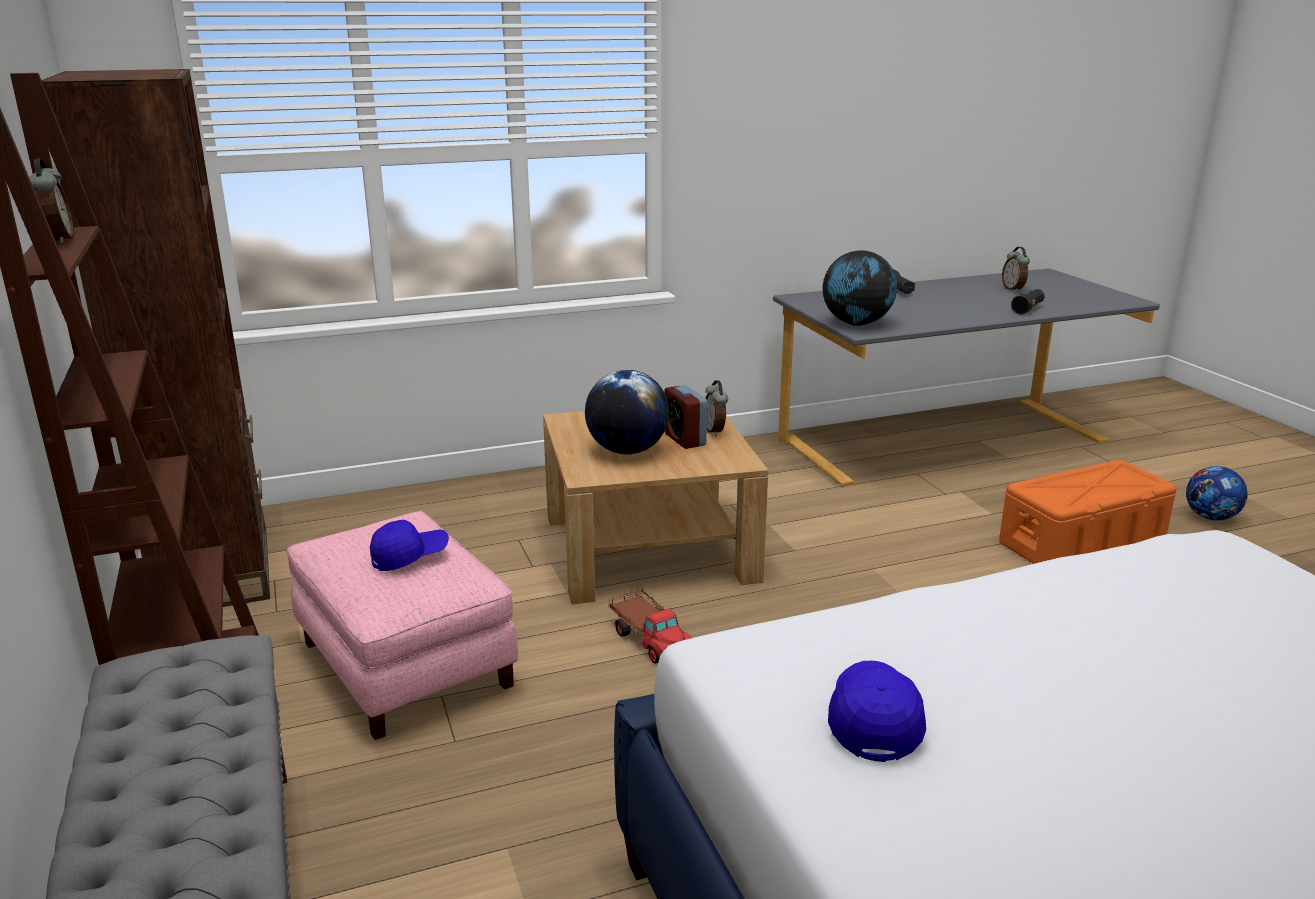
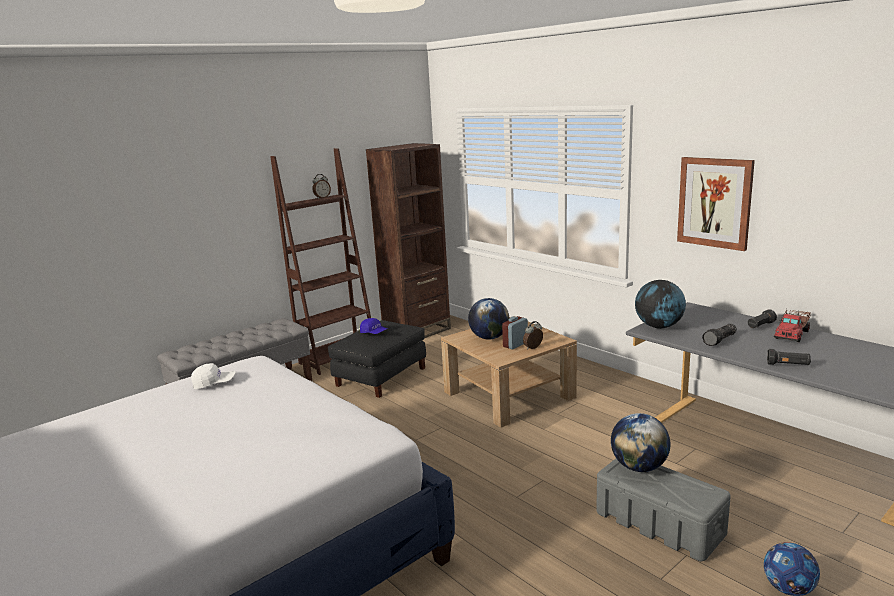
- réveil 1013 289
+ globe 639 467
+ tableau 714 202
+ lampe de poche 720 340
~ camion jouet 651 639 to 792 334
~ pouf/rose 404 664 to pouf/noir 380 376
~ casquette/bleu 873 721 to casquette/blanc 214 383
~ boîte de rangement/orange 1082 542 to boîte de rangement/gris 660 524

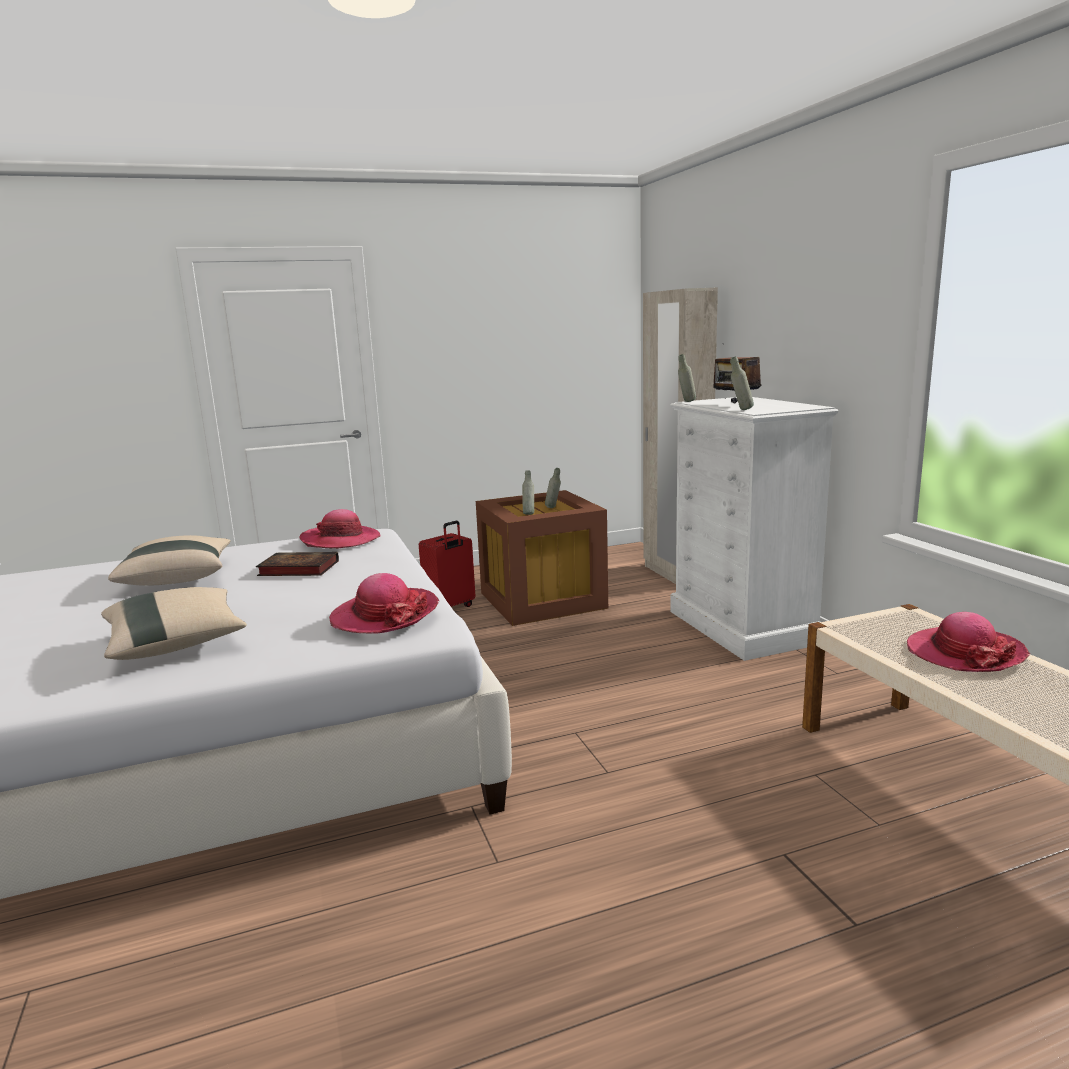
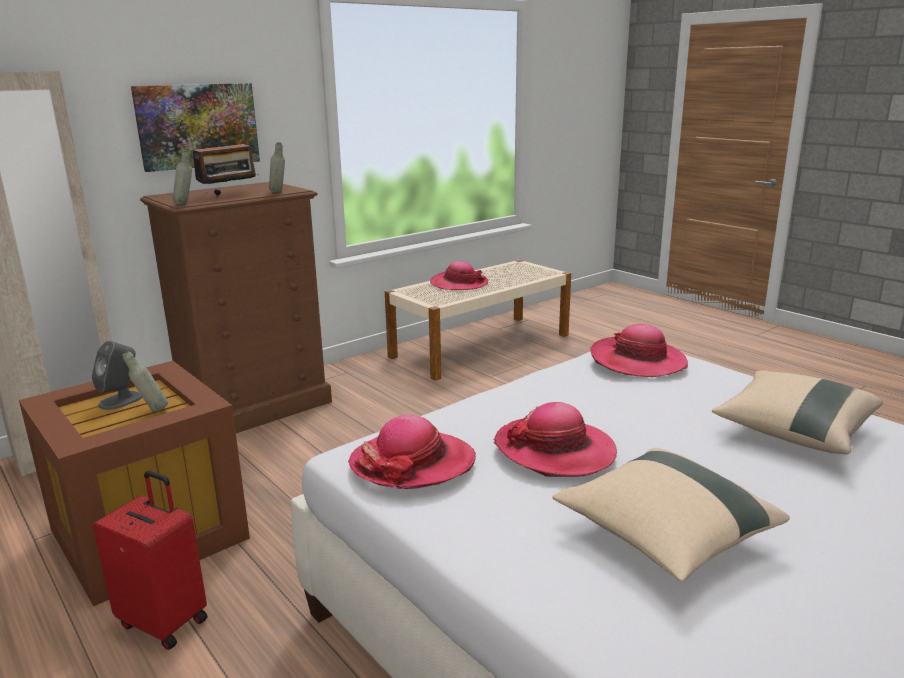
+ tableau 198 126
~ livre 296 569 to chapeau 555 450
~ bouteille/gris 553 508 to enceinte/gris 121 400
~ commode/blanc 742 627 to commode/marron 256 406

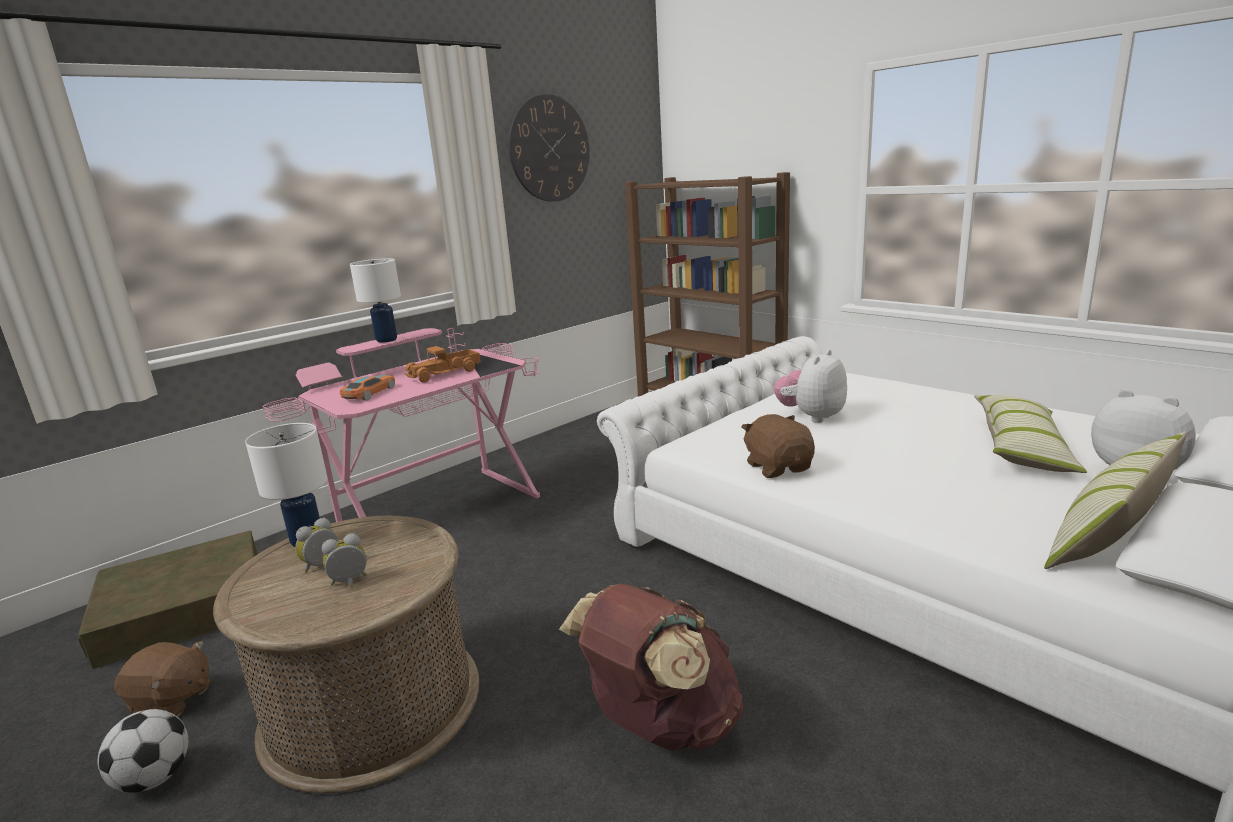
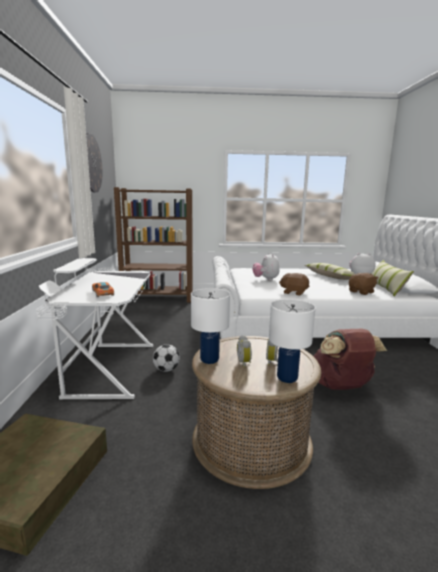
- camion jouet 445 373
~ ballon de foot 154 778 to 166 370
~ peluche/marron 172 701 to 361 292
~ lampe de table/blanc 388 340 to 287 378
~ bureau/rose 438 510 to bureau/blanc 109 368

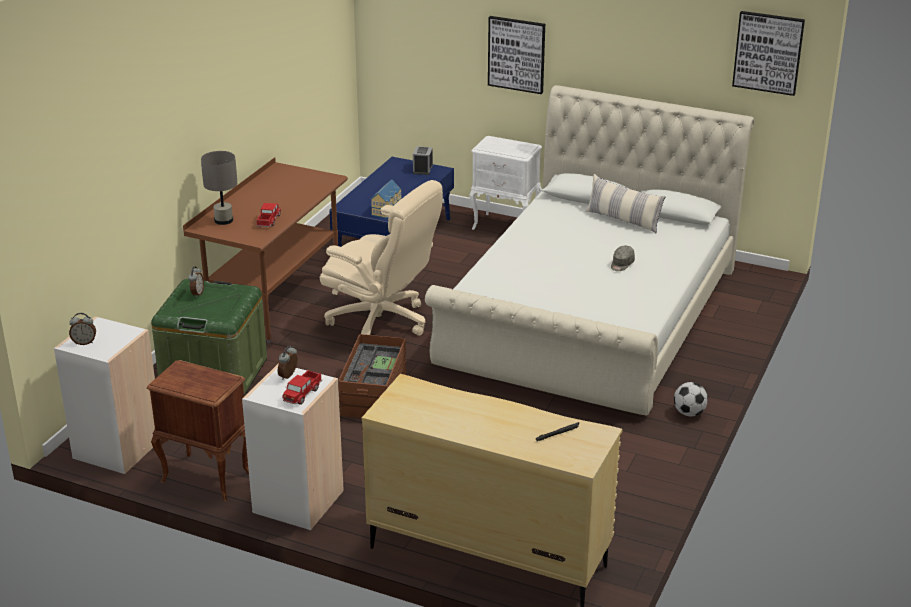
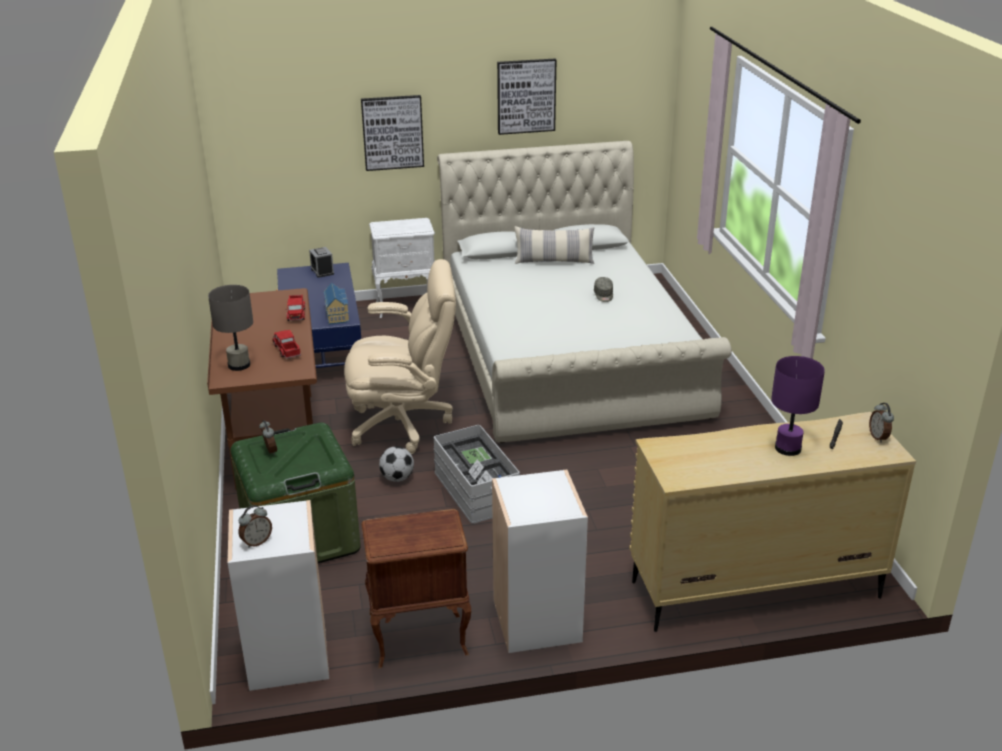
+ lampe de table/violet 788 448
~ réveil 289 376 to 878 437
~ camion jouet 302 394 to 296 313
~ ballon de foot 688 413 to 397 478
~ tableau 768 52 to 526 96
~ boîte de rangement/marron 374 393 to boîte de rangement/gris 477 490

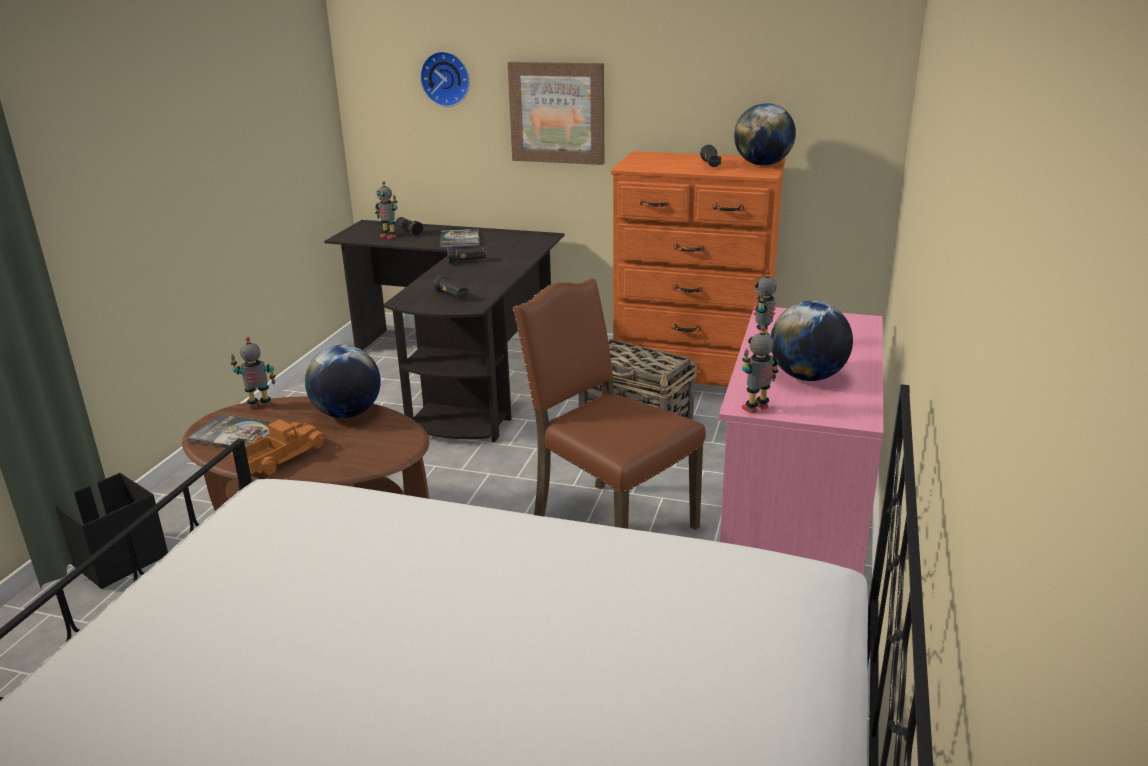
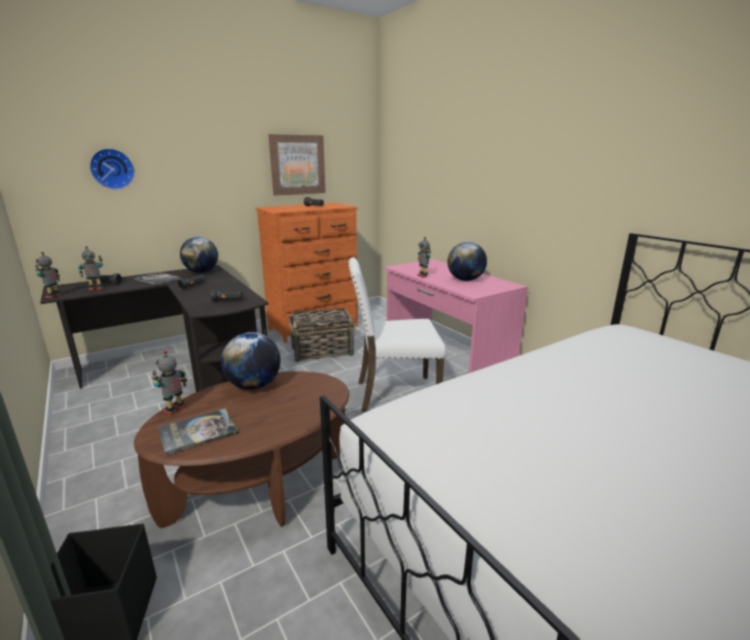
- camion jouet 280 457
~ tableau 557 112 to 297 165
~ globe 762 164 to 201 272
~ robot jouet 756 409 to 54 296
~ chaise/marron 609 525 to chaise/blanc 394 394

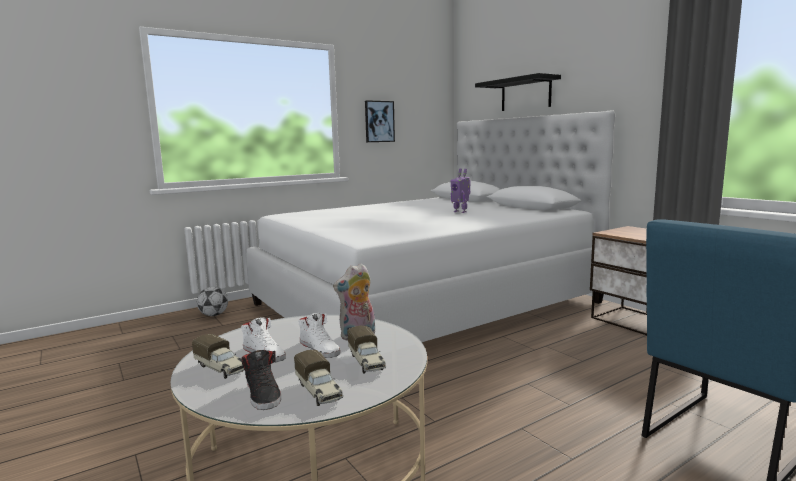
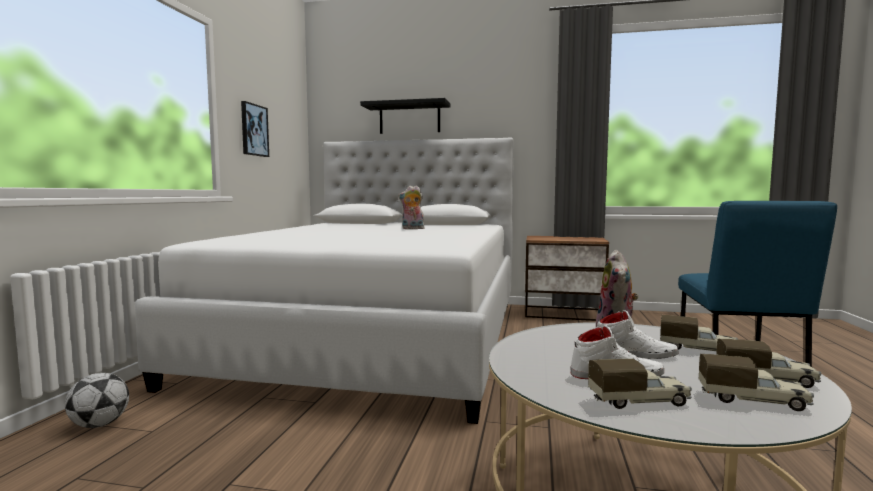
~ chaussure/noir 263 394 to camion jouet 753 400
~ robot jouet 460 212 to peluche 412 229

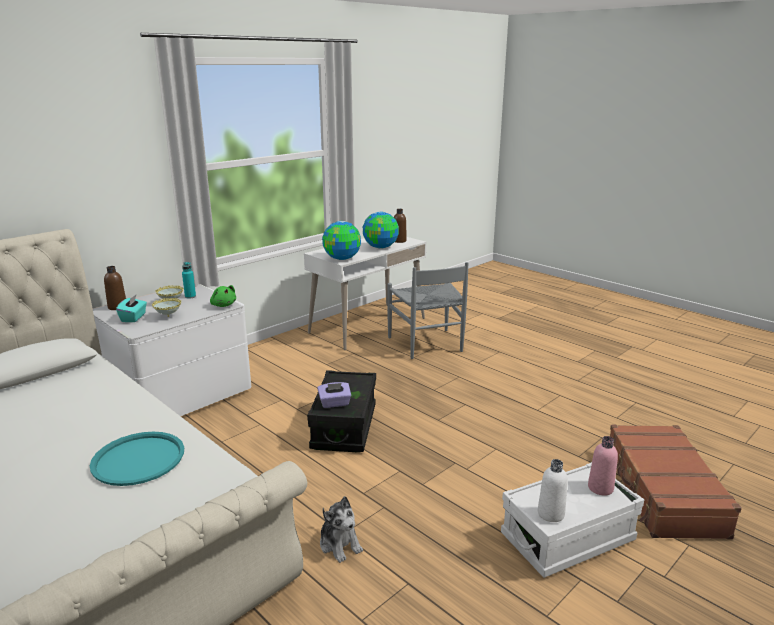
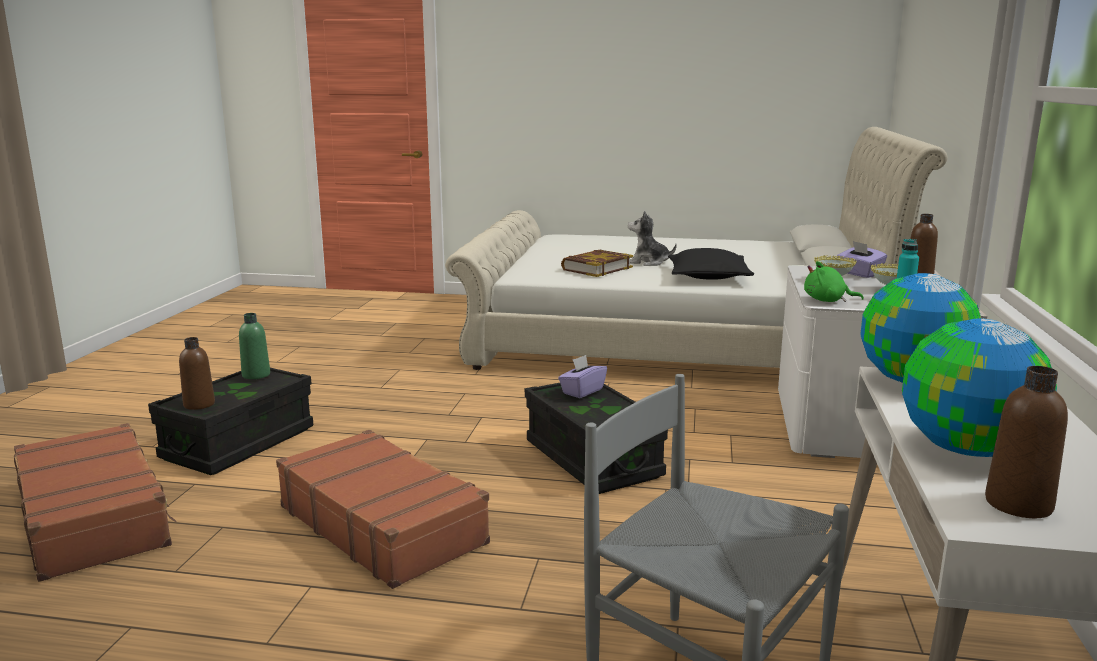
+ valise/marron 382 524
+ coussin/noir 708 277
~ peluche 340 544 to 648 262
~ plateau/turquoise 138 459 to livre 596 268
~ boîte à mouchoirs/turquoise 134 318 to boîte à mouchoirs/violet 859 274
~ boîte de rangement/blanc 567 538 to boîte de rangement/noir 239 443
~ bouteille/blanc 550 514 to bouteille/vert 256 375
~ bouteille/rose 600 488 to bouteille/marron 199 404

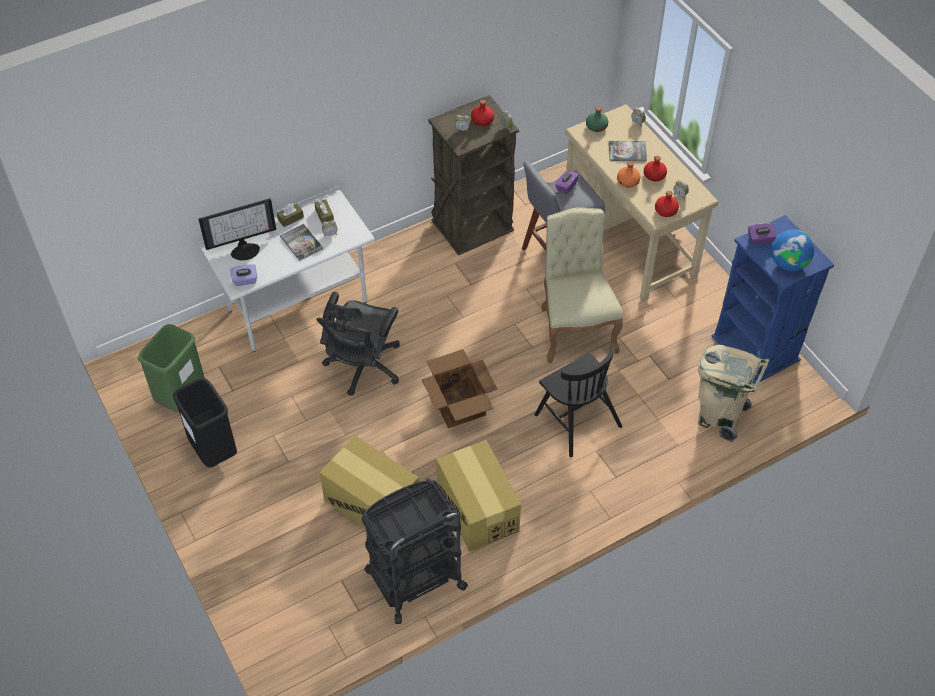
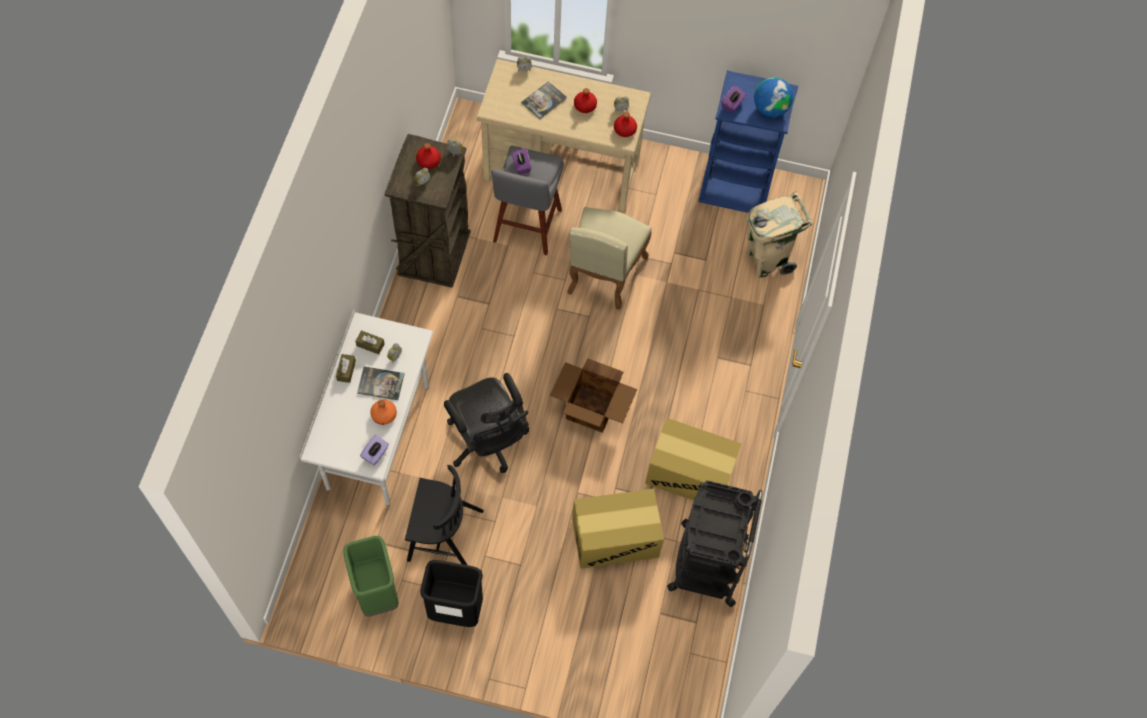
- écran d'ordinateur 245 249
- bouteille/vert 596 126
~ chaise/noir 575 417 to 440 534
~ bouteille/orange 628 181 to 384 414
~ chaise/beige 575 329 = 603 276 105 degrees counterclockwise

